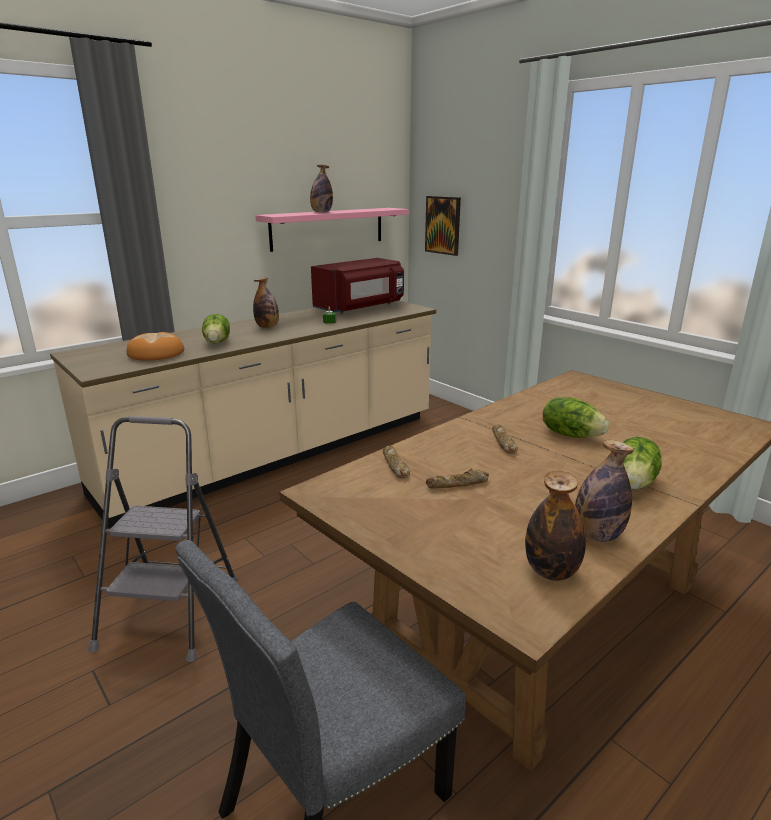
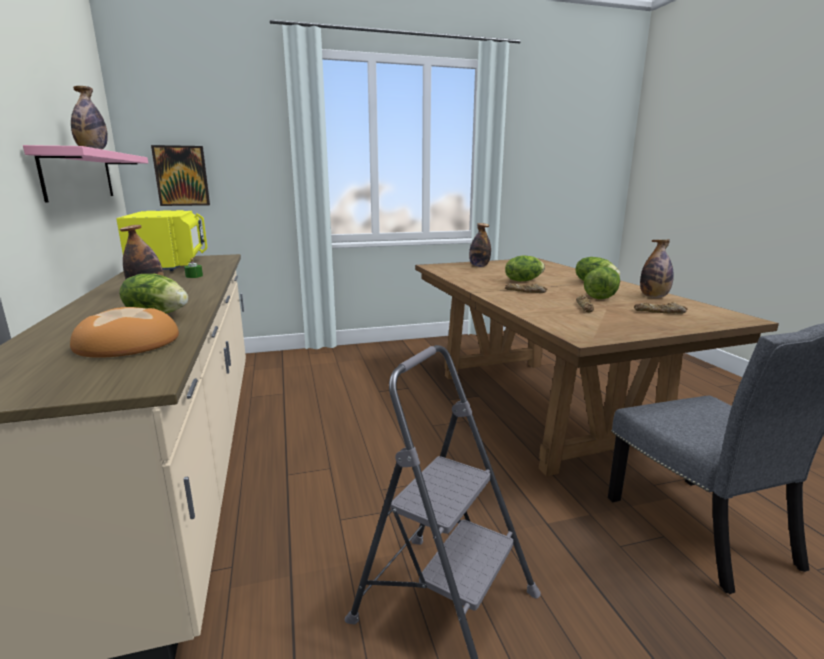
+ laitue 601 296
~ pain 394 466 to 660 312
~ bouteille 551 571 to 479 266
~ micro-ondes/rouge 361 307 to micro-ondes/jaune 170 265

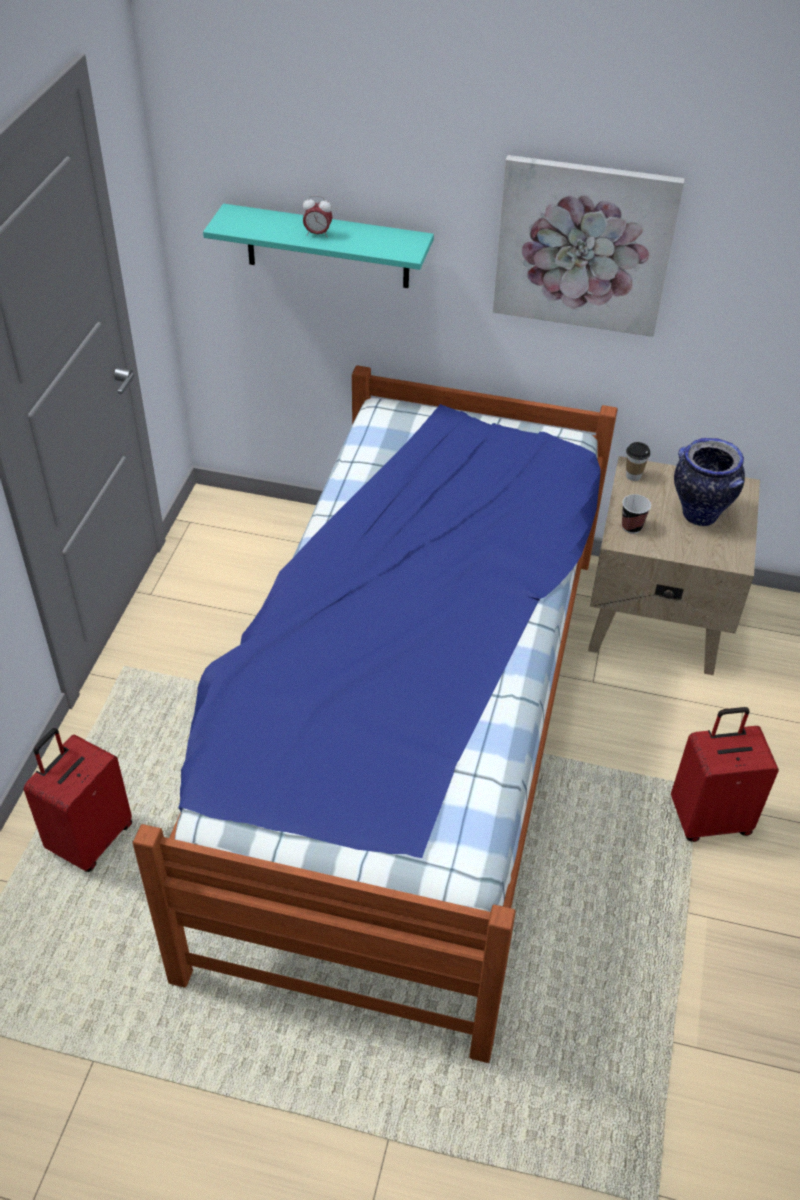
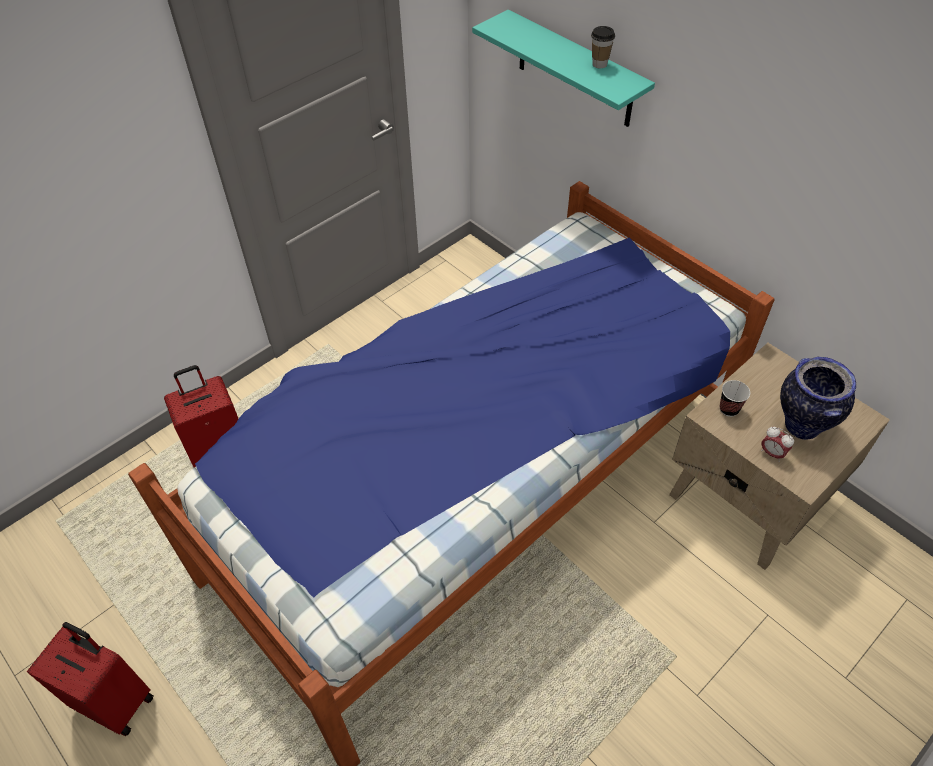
- tableau 584 245
~ réveil 317 234 to 772 453
~ tasse 633 476 to 599 64
~ valise/rouge 709 818 to 116 700

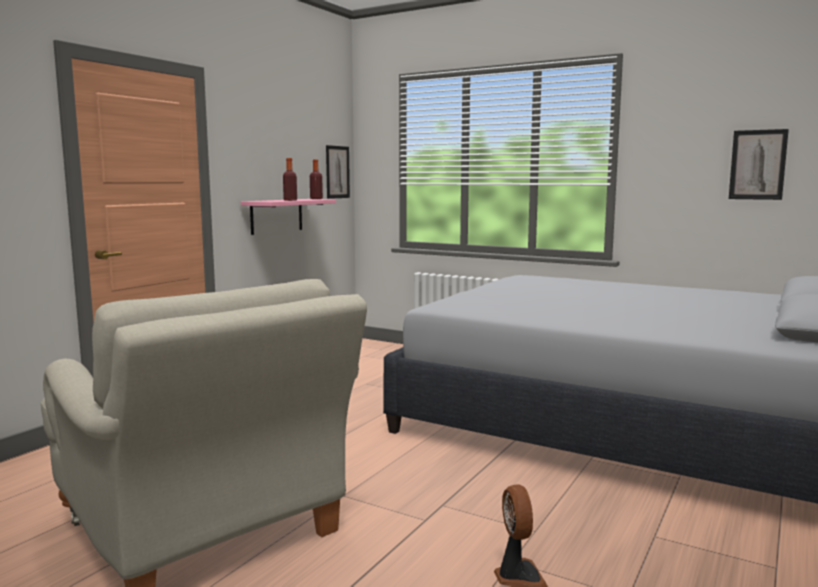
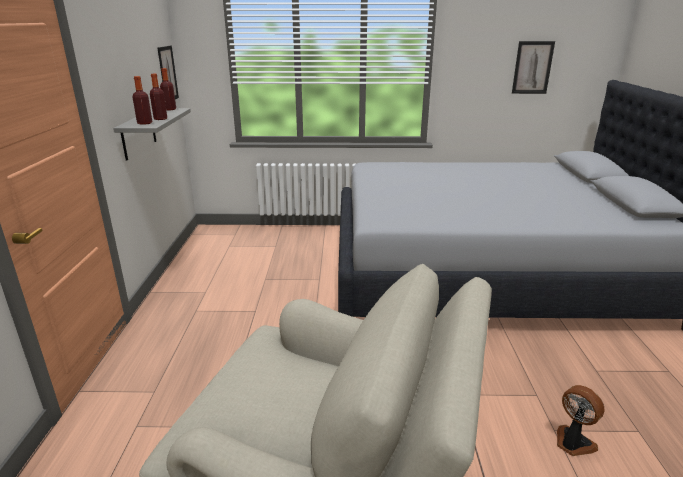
+ bouteille 145 123
~ étagère/rose 276 216 to étagère/gris 138 133

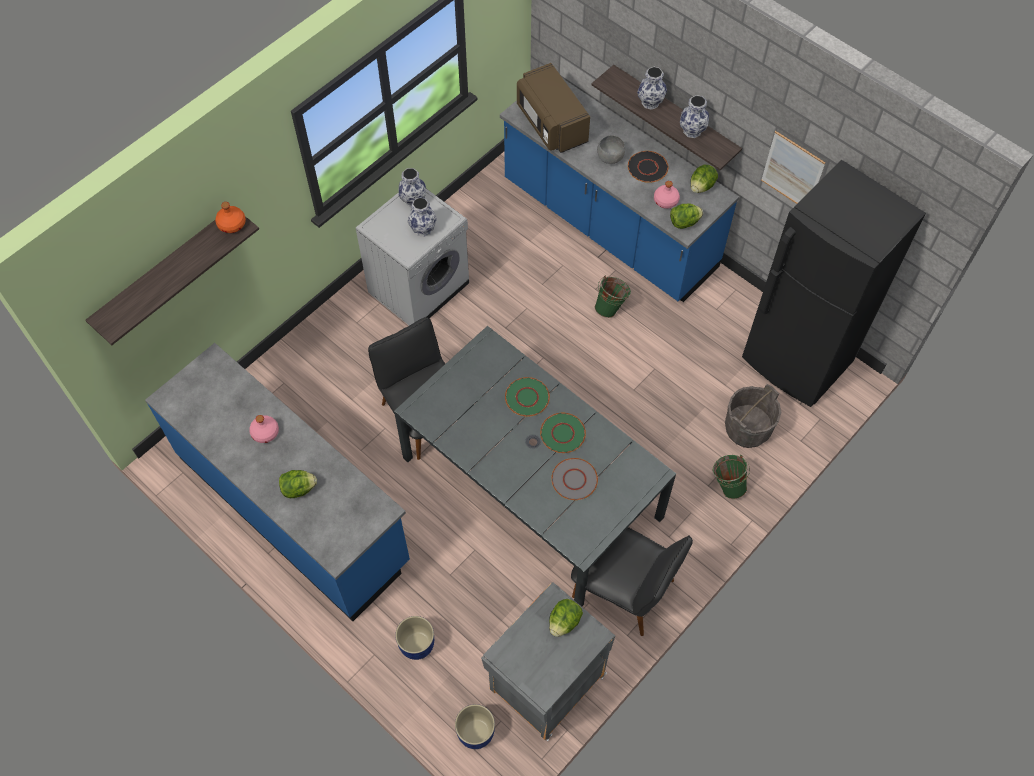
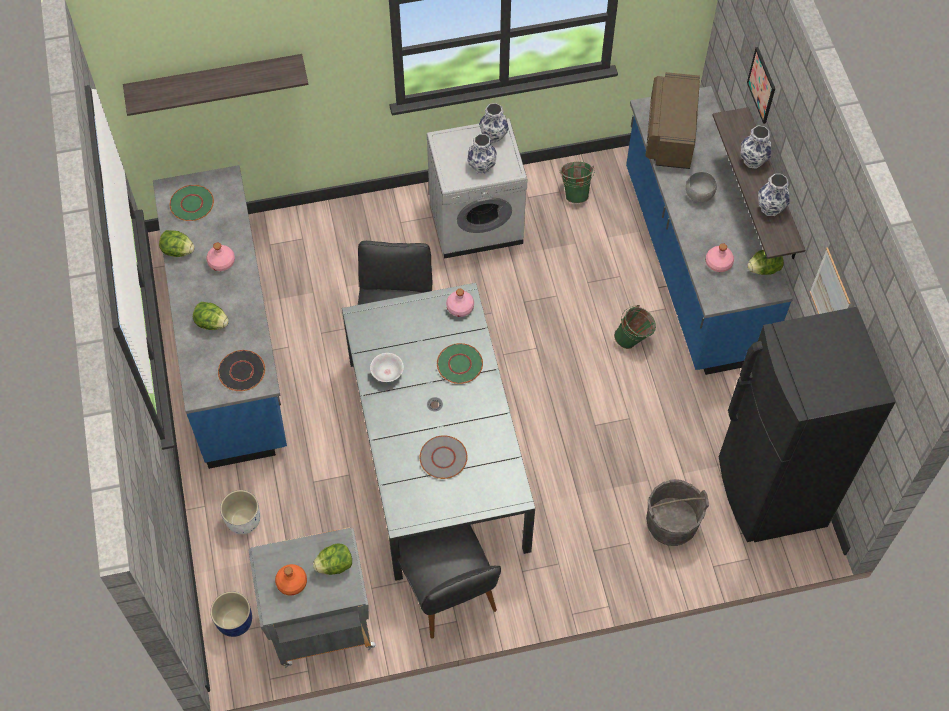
+ bol/blanc 387 373
+ bouteille/rose 460 307
+ tableau 762 85
~ bouteille/orange 232 224 to 292 583
~ assiette/vert 563 434 to 192 204
~ assiette/noir 647 167 to 241 371
~ laitue 684 222 to 178 251
~ seau/vert 727 485 to 575 192
~ cache-pot/bleu 416 644 to cache-pot/blanc 243 520

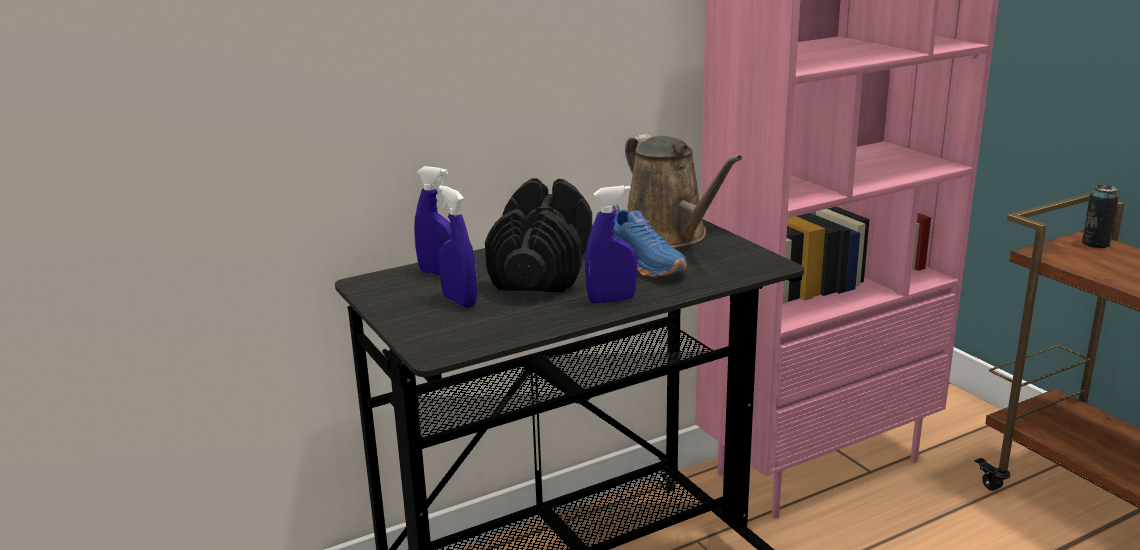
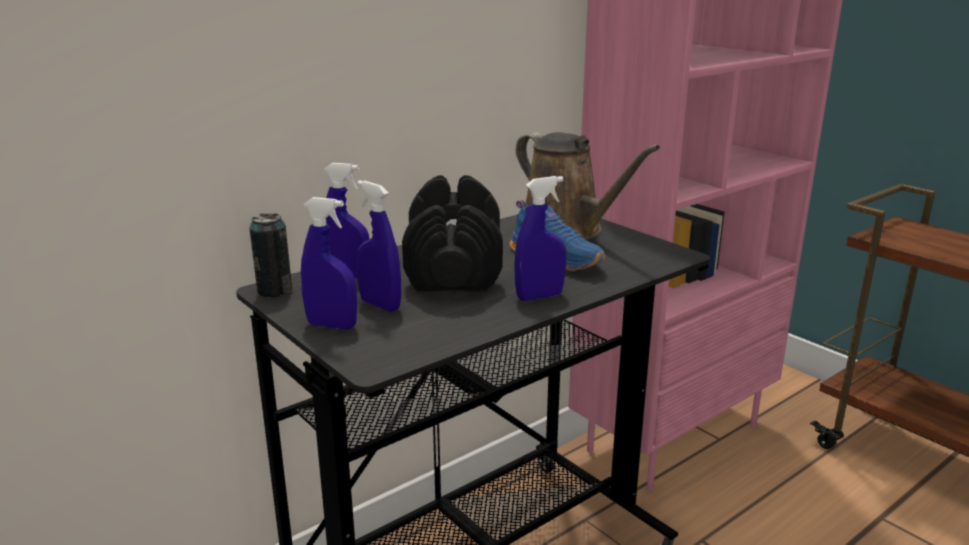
+ vaporisateur/bleu 331 325
~ boîte métallique 1095 244 to 274 291

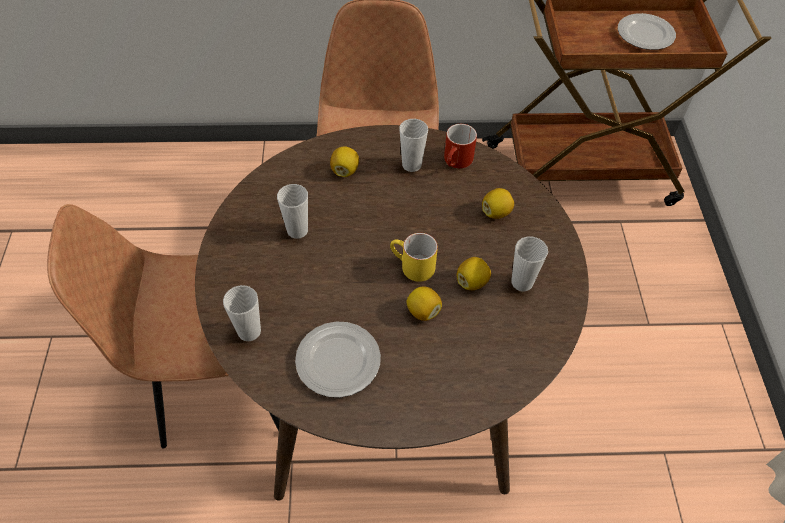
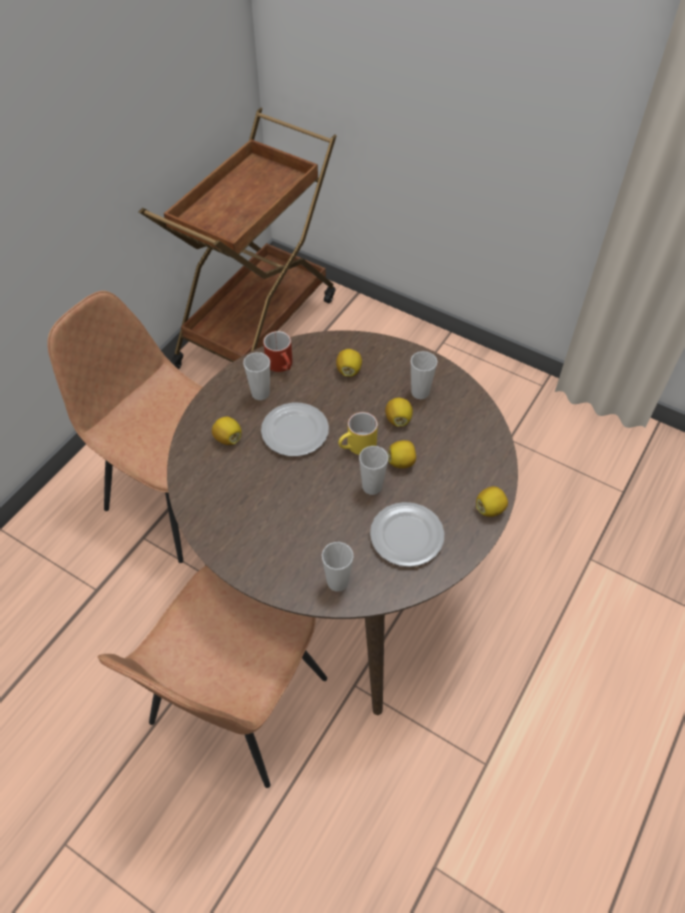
+ citron 490 509
~ tasse 297 230 to 372 487
~ assiette 645 35 to 295 431

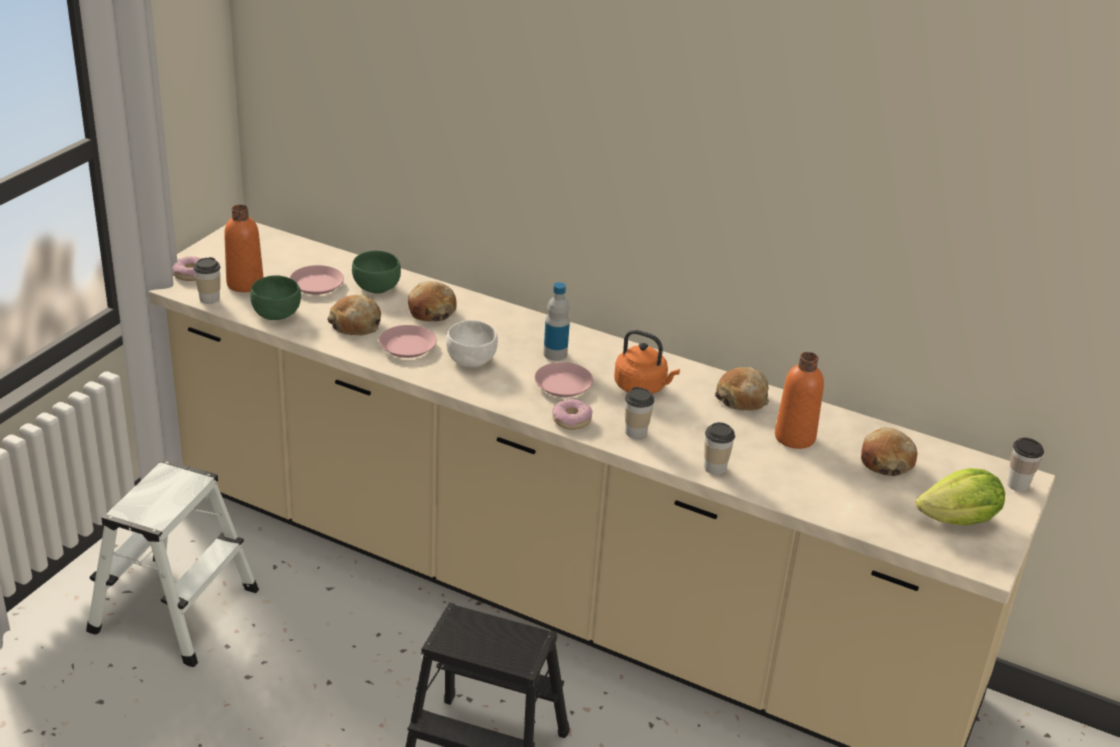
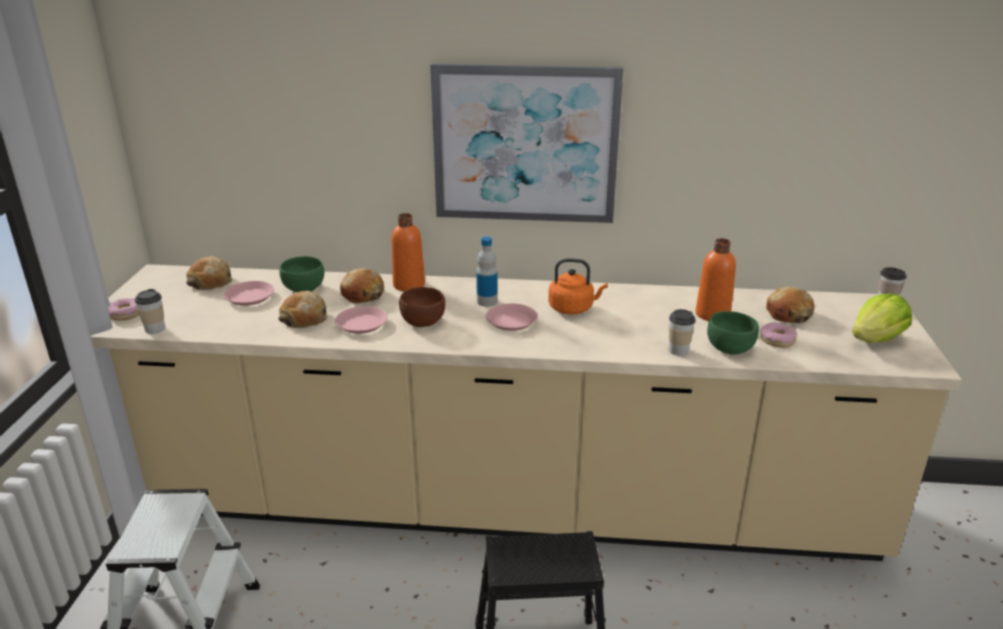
- tasse 636 432
+ tableau 525 144
~ bouteille/orange 245 284 to 409 285
~ bol/vert 276 313 to 729 347
~ beignet 571 420 to 777 340
~ pain 742 398 to 211 282
~ bol/blanc 471 359 to bol/marron 423 321

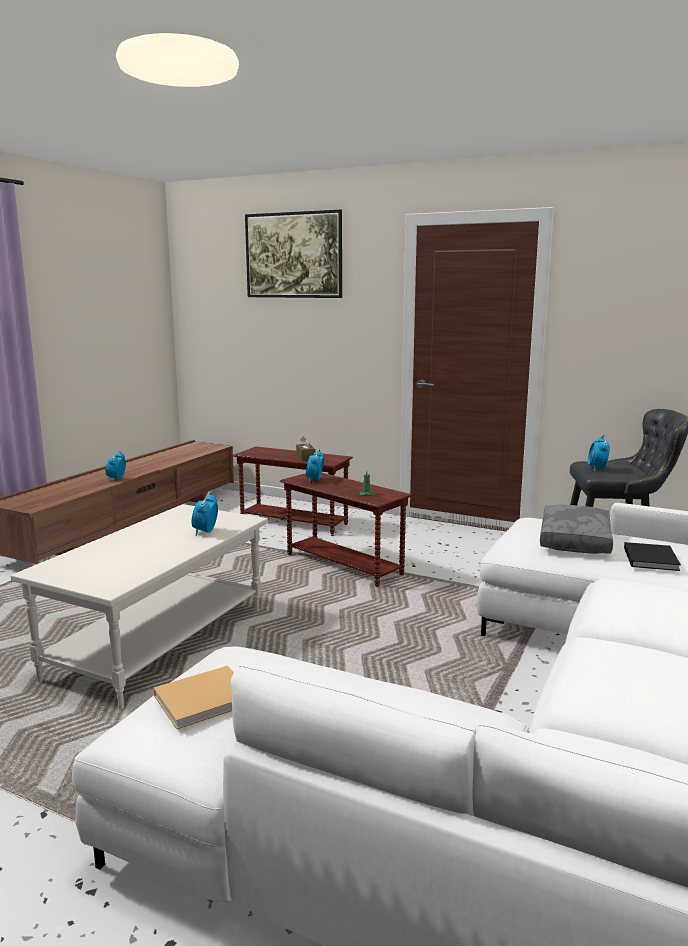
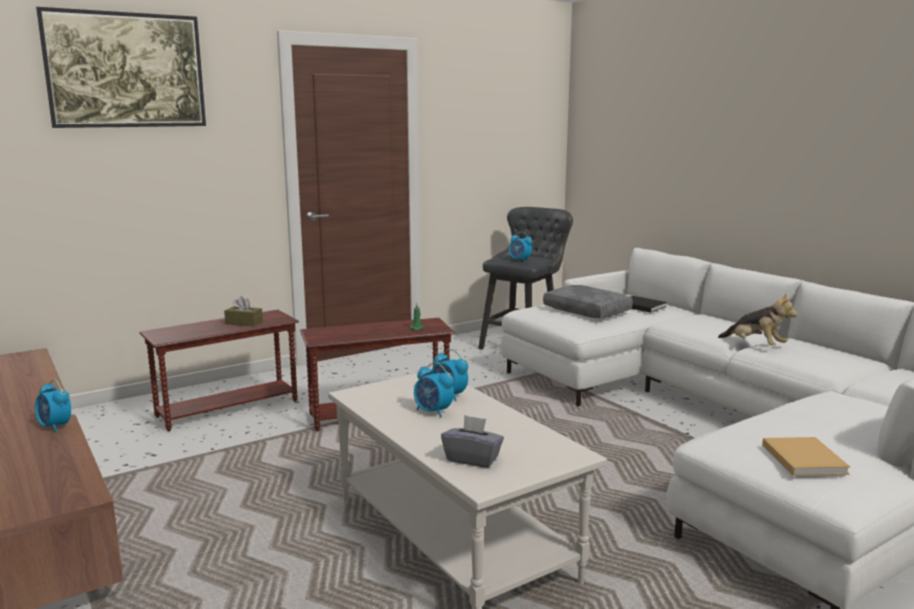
+ boîte à mouchoirs/gris 472 459
+ peluche 755 345
~ réveil 314 480 to 433 412

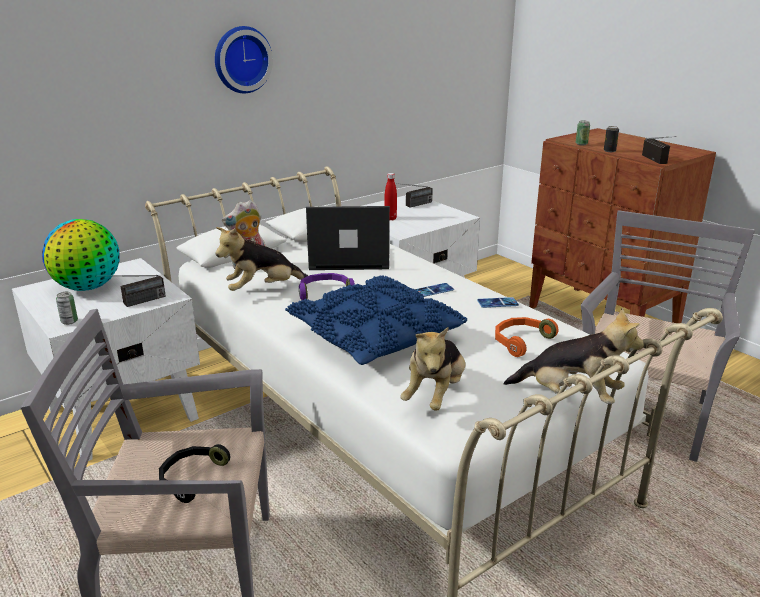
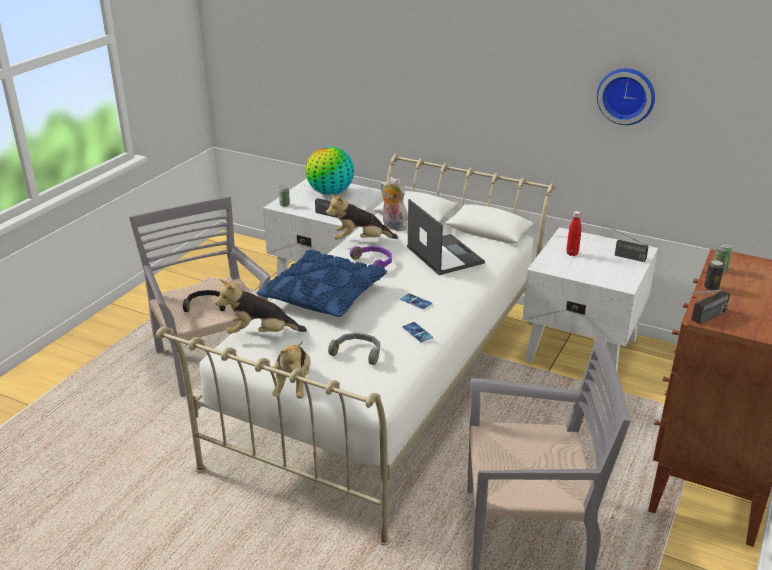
~ horloge murale 241 59 to 626 95
~ casque audio/orange 520 341 to casque audio/gris 358 353
~ peluche 262 289 = 360 241 45 degrees counterclockwise

